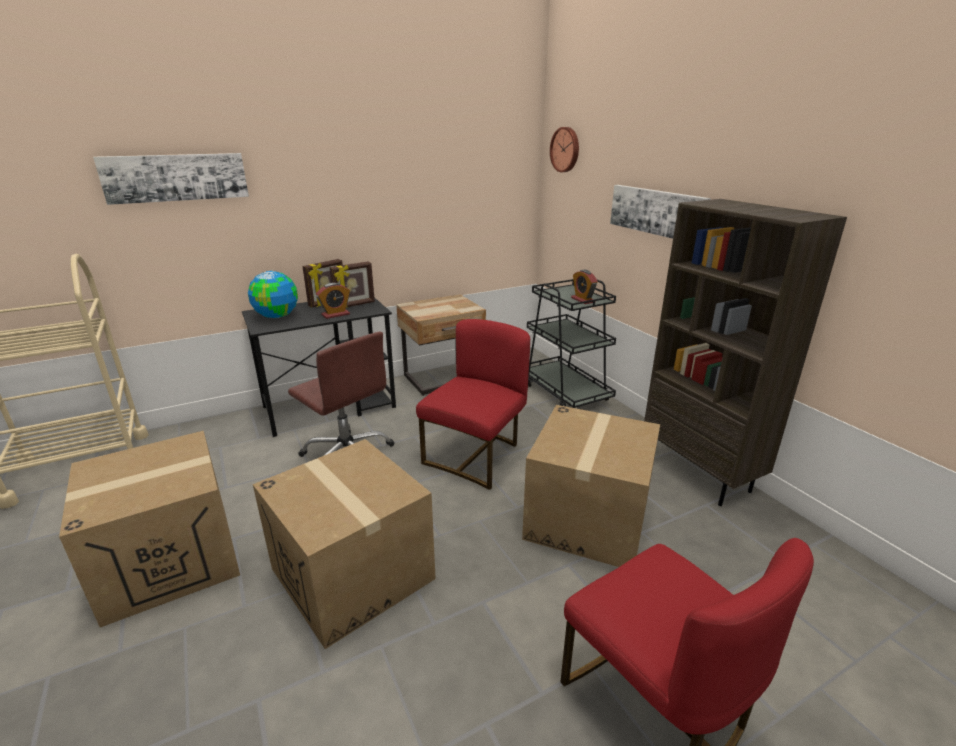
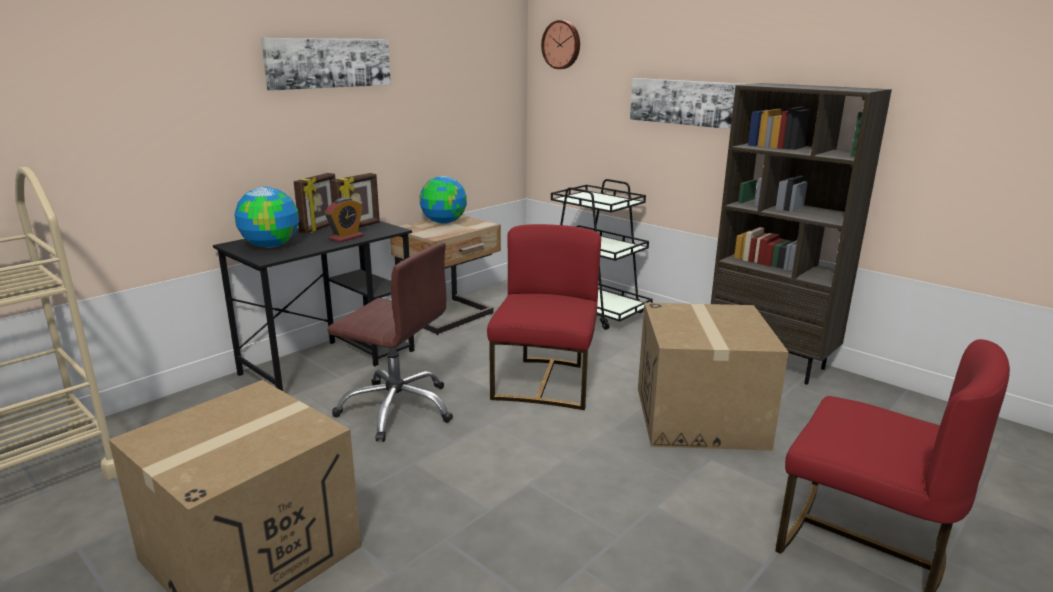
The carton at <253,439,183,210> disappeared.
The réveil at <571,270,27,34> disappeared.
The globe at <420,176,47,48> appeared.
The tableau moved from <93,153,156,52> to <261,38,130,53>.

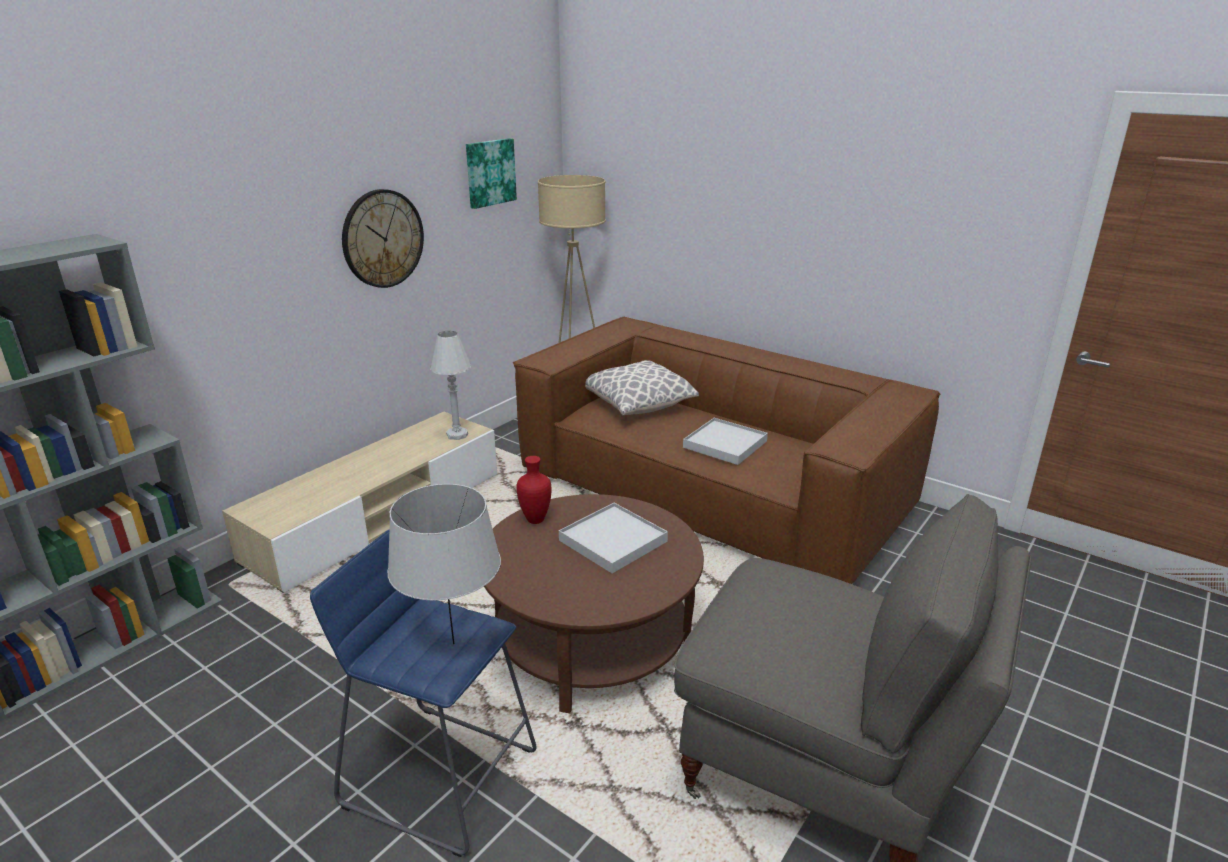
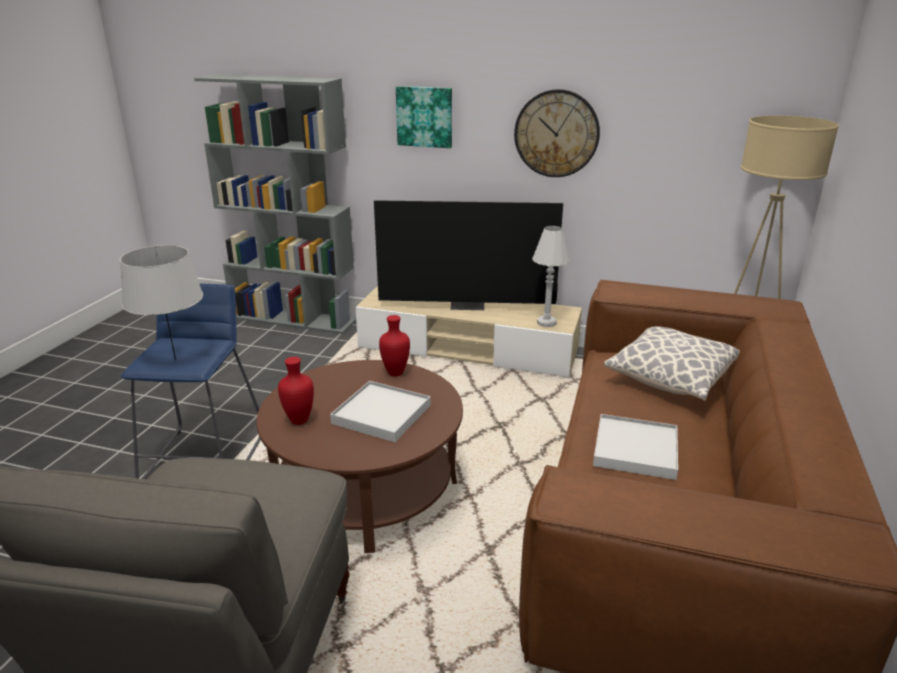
The vase (rouge) at <278,357,36,68> appeared.
The téléviseur at <374,200,189,110> appeared.
The tableau moved from <466,138,51,71> to <396,86,56,62>.

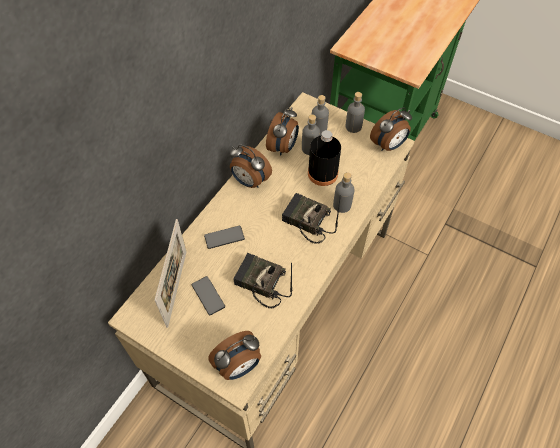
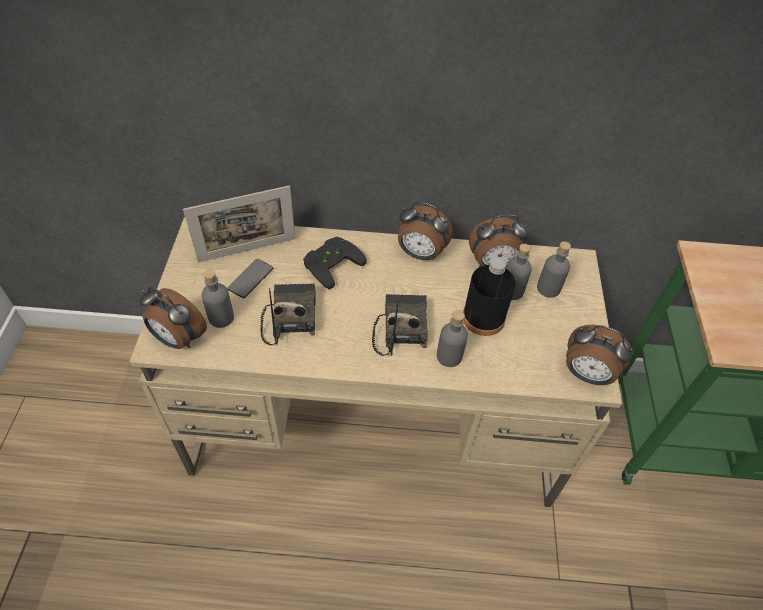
The bouteille (gris) moved from <346,92,19,41> to <201,270,33,58>.
The téléphone at <204,226,41,23> was replaced by the manette (noir) at <303,236,64,53>.
The réveil at <230,145,42,43> turned 75 degrees counterclockwise.

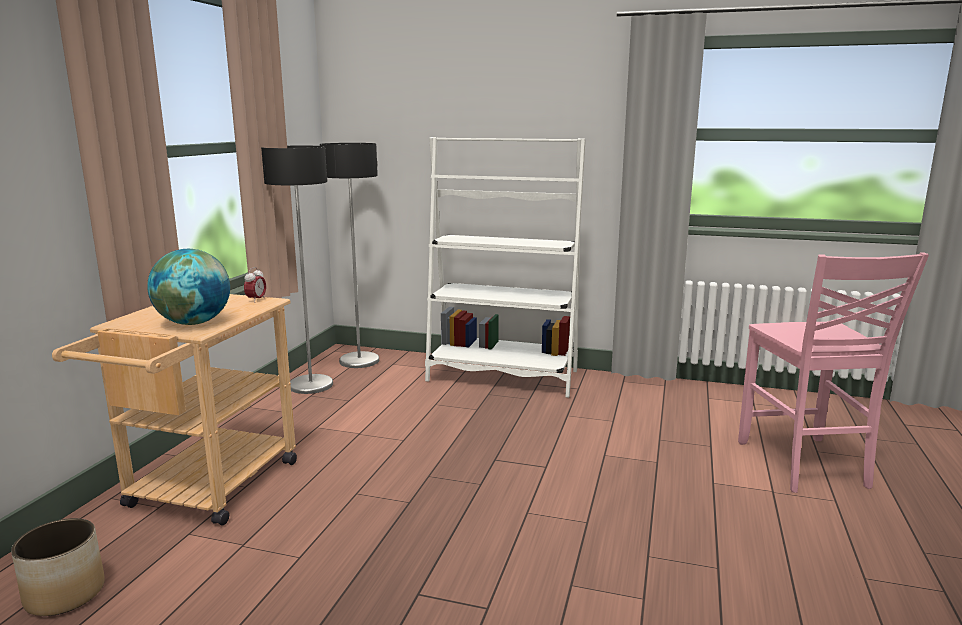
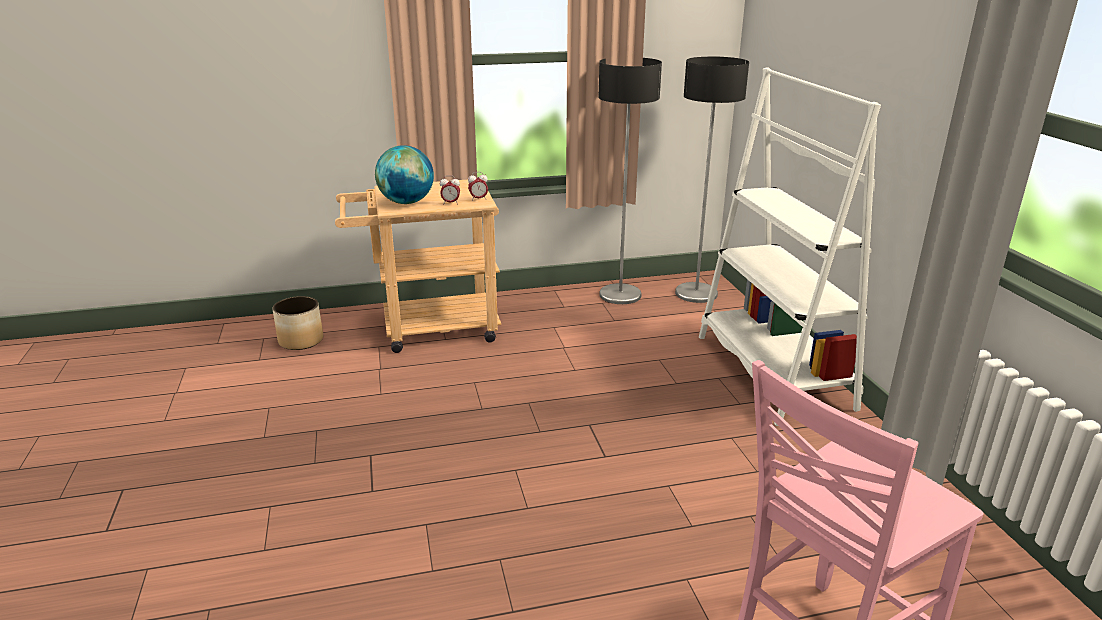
The réveil at <440,176,20,29> appeared.

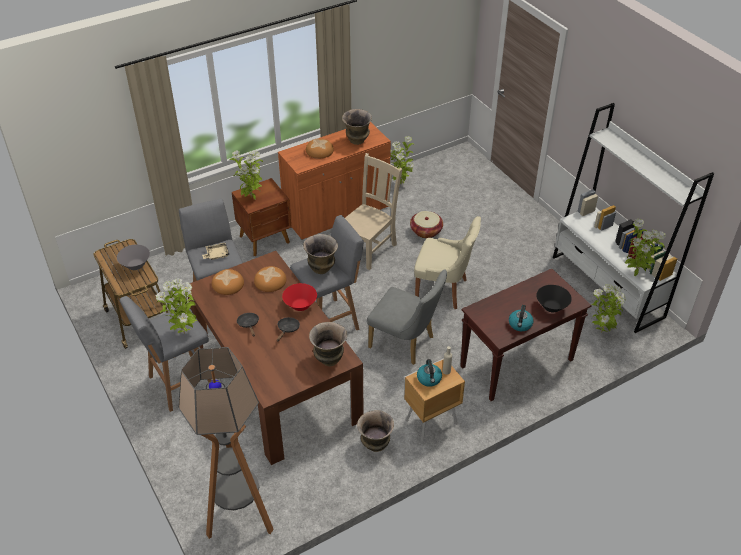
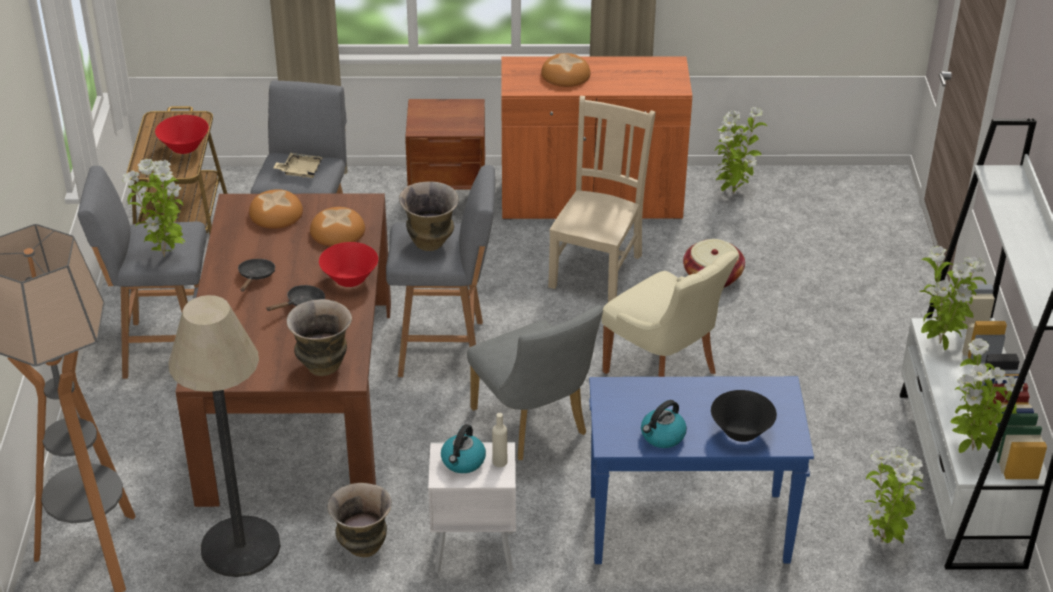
The vase at <342,109,30,36> disappeared.
The lampadaire at <168,295,112,282> appeared.
The plante en pot moved from <230,150,33,50> to <920,246,66,104>.
The bol (gris) at <117,244,33,26> became the bol (rouge) at <155,115,54,39>.
The table de chevet (marron) at <404,358,61,84> became the table de chevet (blanc) at <428,442,88,131>.
The table console (marron) at <460,268,132,133> became the table console (bleu) at <589,376,225,188>.
The chaise (beige) at <345,153,58,117> turned 45 degrees counterclockwise.

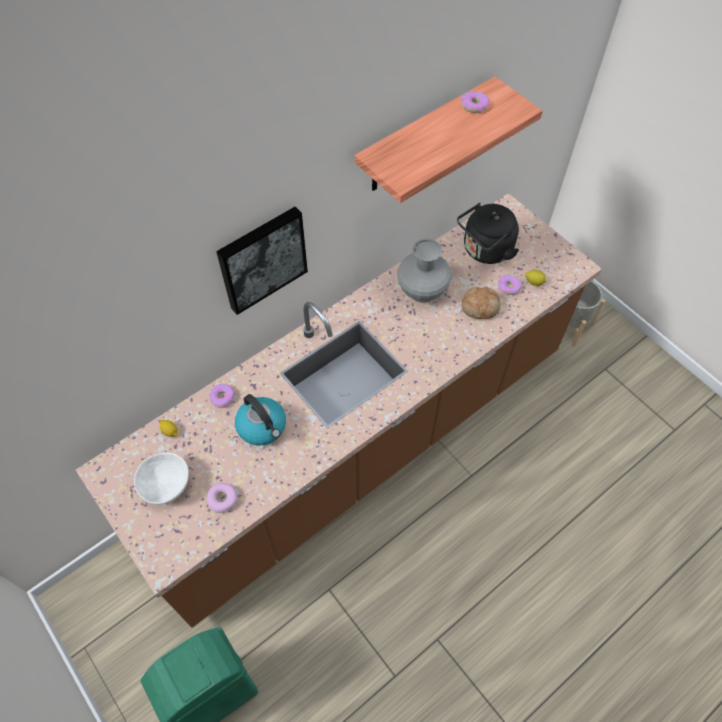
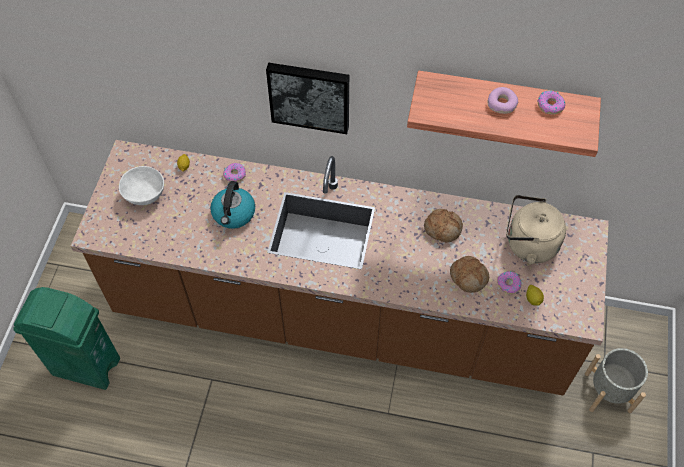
The beignet moved from <207,483,31,30> to <488,87,30,27>.
The vase (gris) at <397,238,55,65> was replaced by the pain at <424,209,39,33>.
The bouilloire (noir) at <457,203,62,61> became the bouilloire (beige) at <506,195,60,69>.

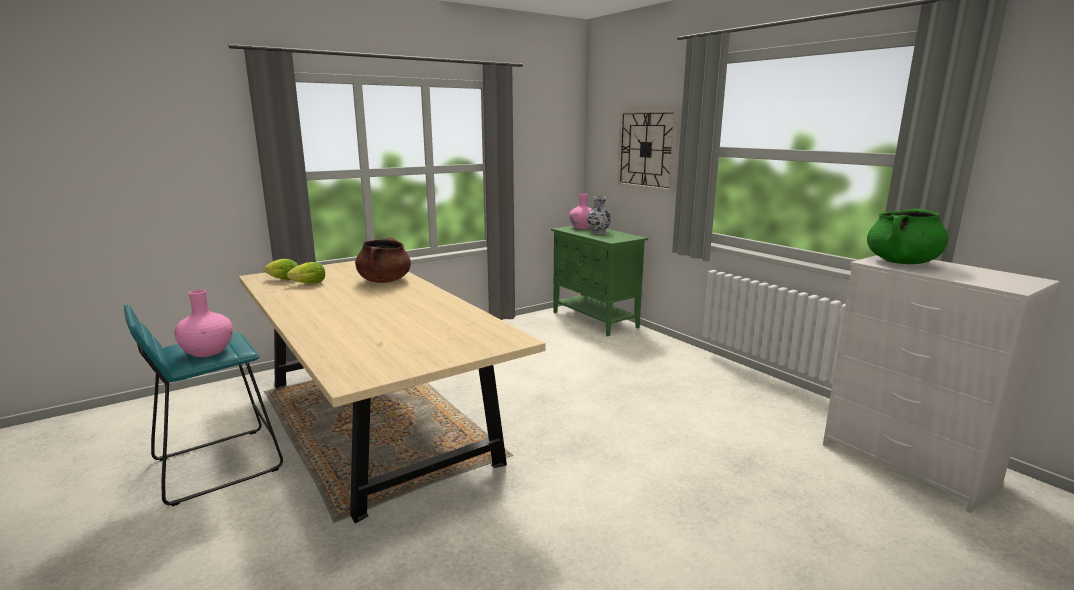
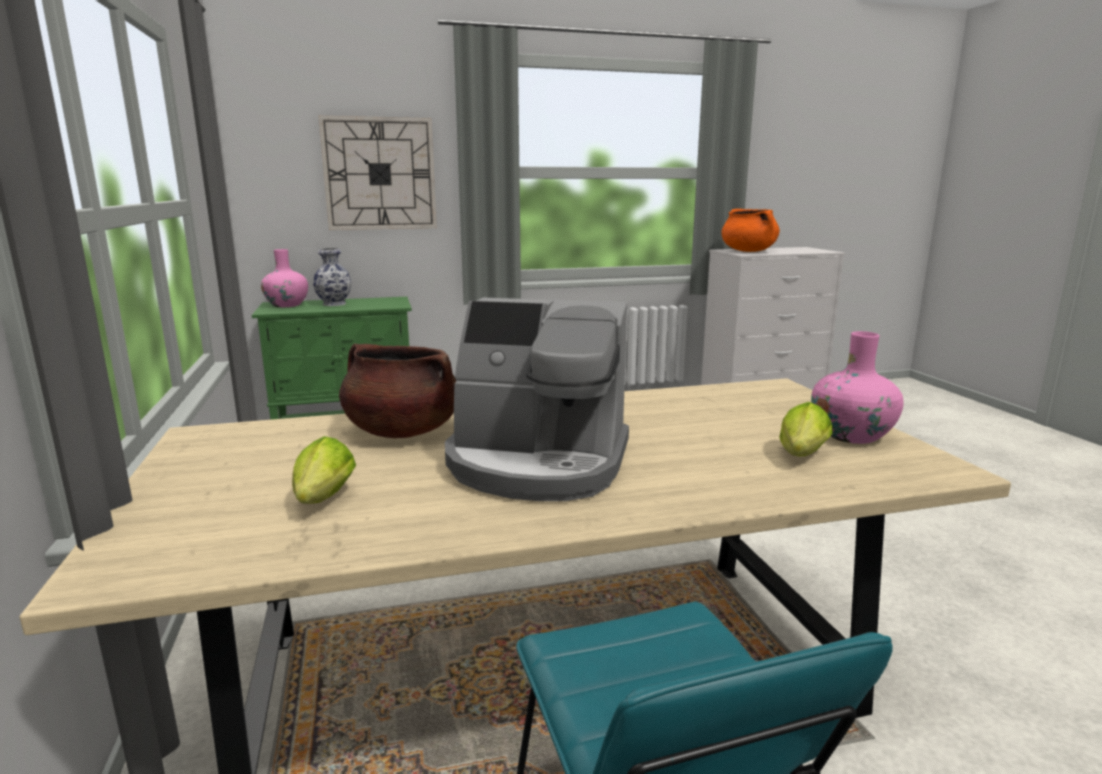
The machine à café at <445,297,184,204> appeared.
The vase (rose) moved from <174,290,59,67> to <811,331,92,113>.
The laitue moved from <264,259,34,21> to <779,402,54,54>.
The marmite (vert) at <867,209,82,55> became the marmite (orange) at <721,209,59,43>.

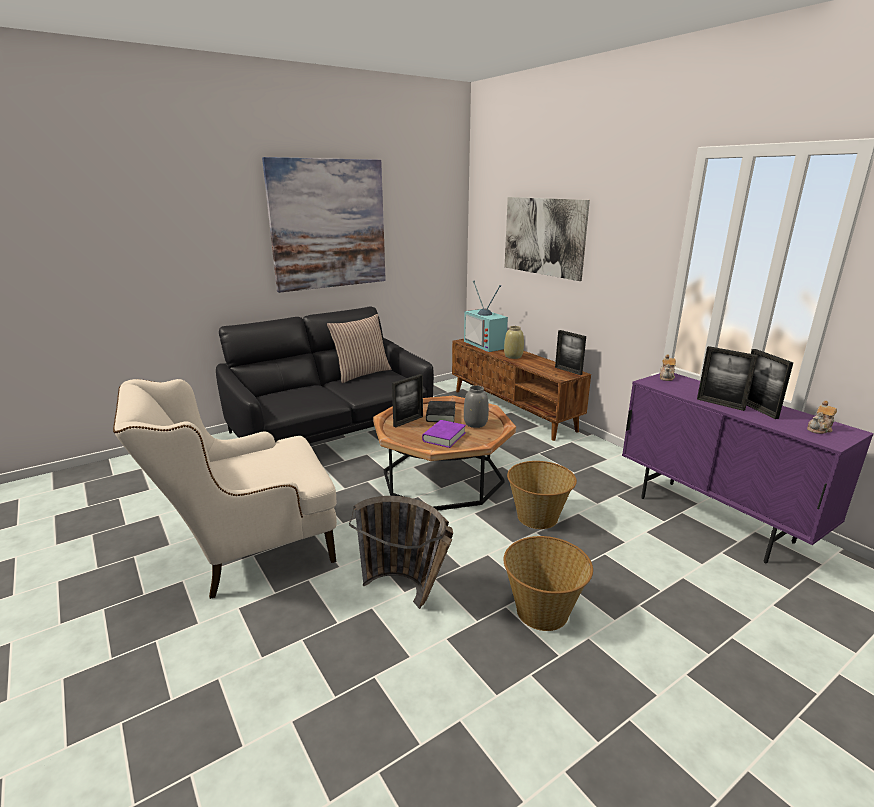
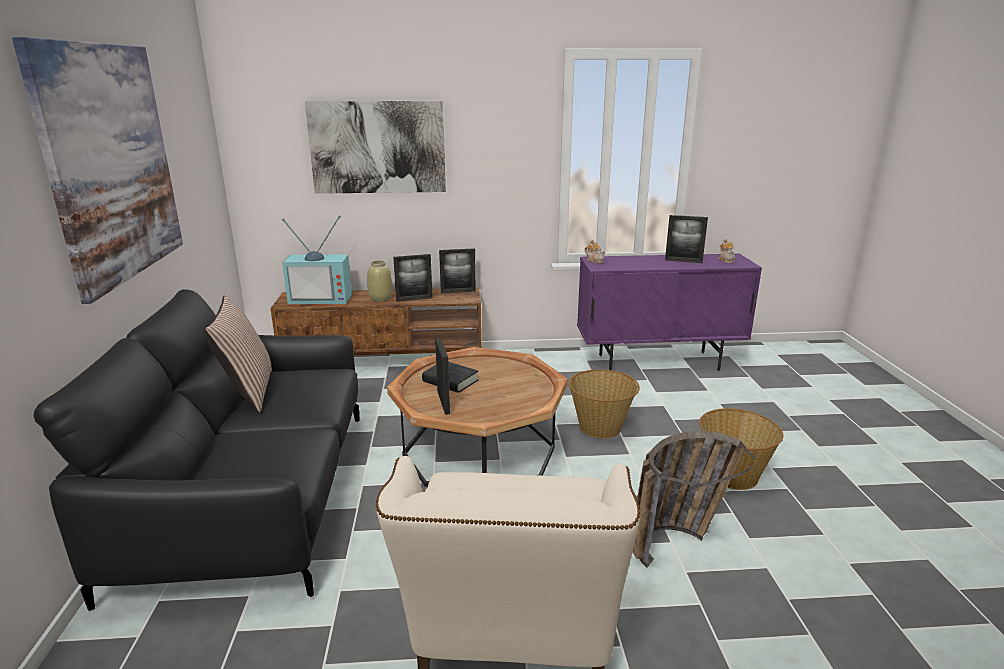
The livre (violet) at <422,420,44,28> disappeared.
The vase (gris) at <464,385,25,43> disappeared.
The cadre photo moved from <697,346,61,65> to <393,254,40,48>.

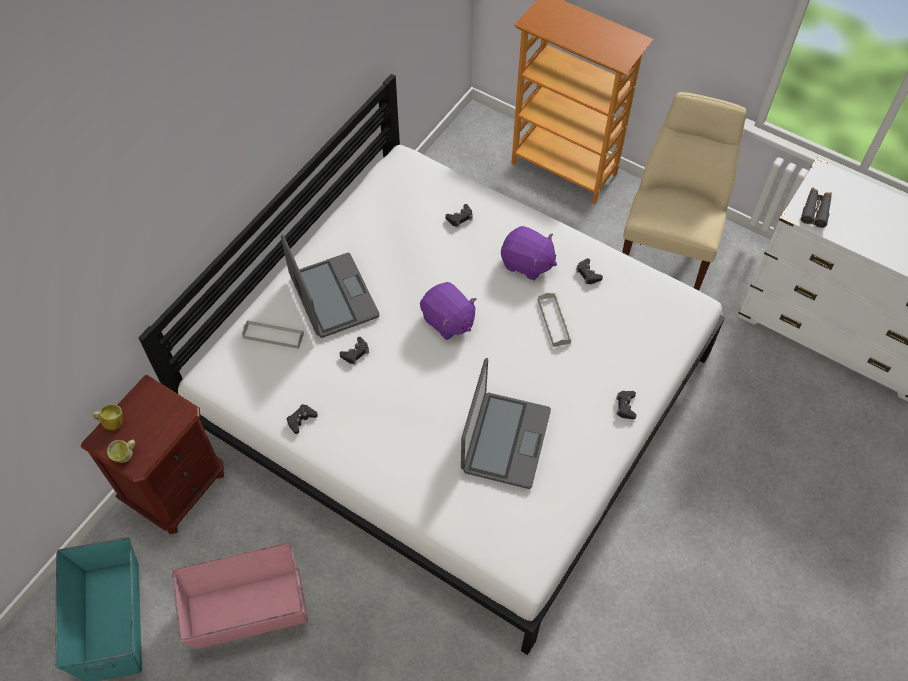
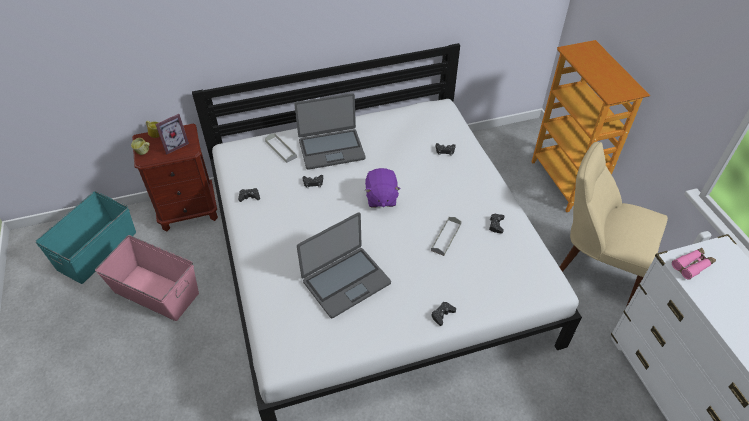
The peluche (violet) at <501,226,56,55> disappeared.
The cadre photo at <155,114,34,40> appeared.
The jumelles (gris) at <801,187,31,41> became the jumelles (rose) at <672,248,44,32>.
The ordinateur portable at <281,234,98,104> turned 60 degrees clockwise.
The chaise (beige) at <622,92,125,199> turned 120 degrees counterclockwise.

